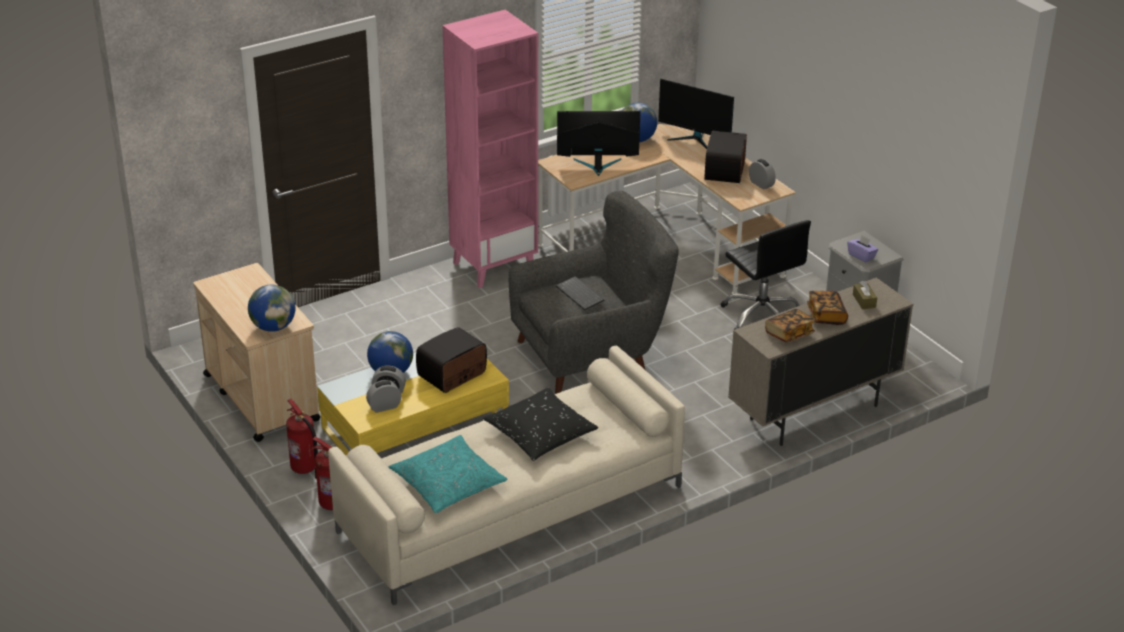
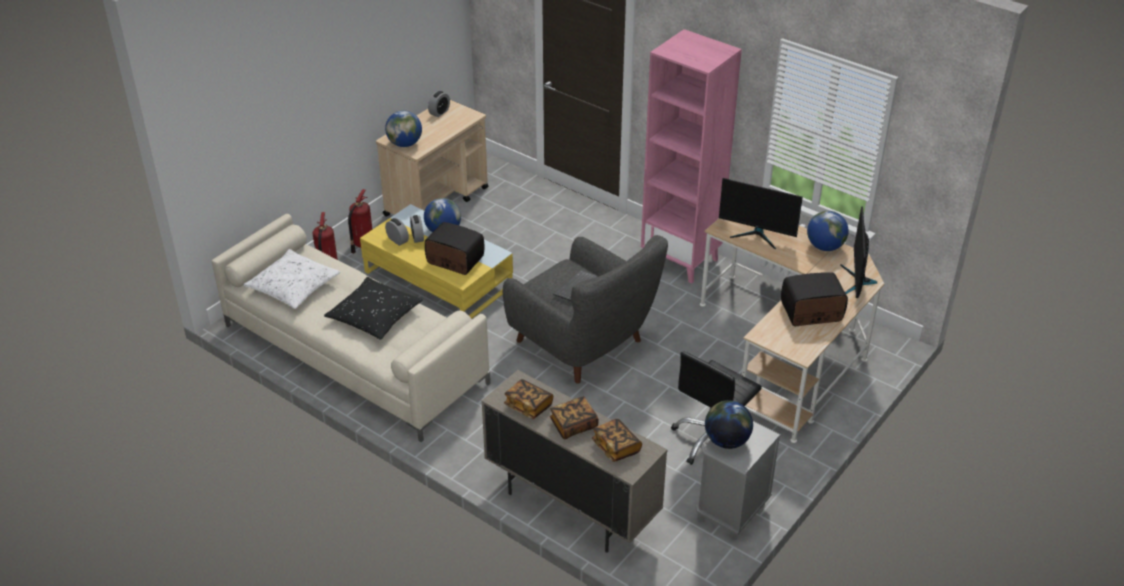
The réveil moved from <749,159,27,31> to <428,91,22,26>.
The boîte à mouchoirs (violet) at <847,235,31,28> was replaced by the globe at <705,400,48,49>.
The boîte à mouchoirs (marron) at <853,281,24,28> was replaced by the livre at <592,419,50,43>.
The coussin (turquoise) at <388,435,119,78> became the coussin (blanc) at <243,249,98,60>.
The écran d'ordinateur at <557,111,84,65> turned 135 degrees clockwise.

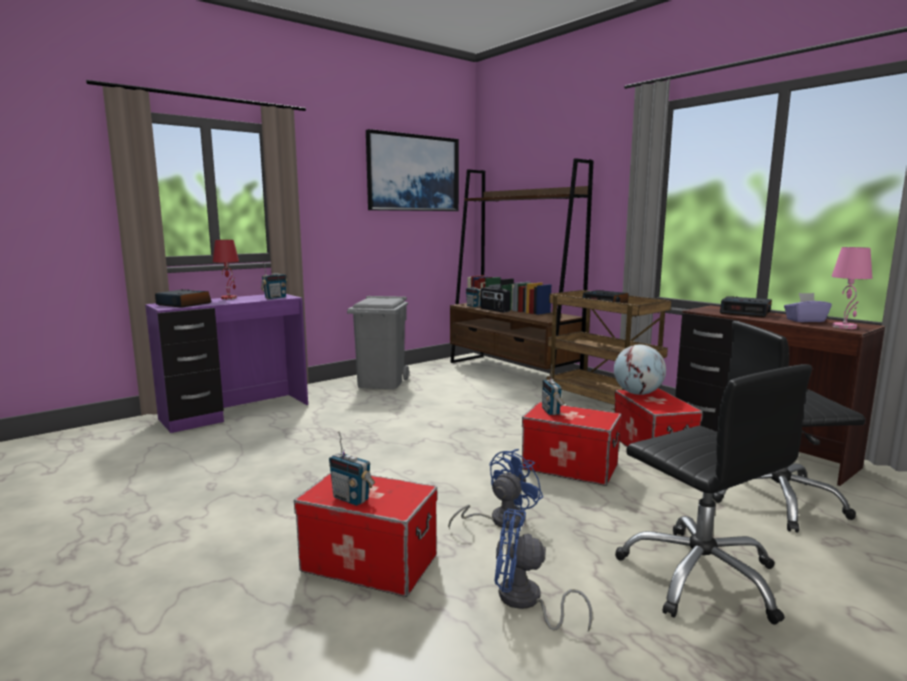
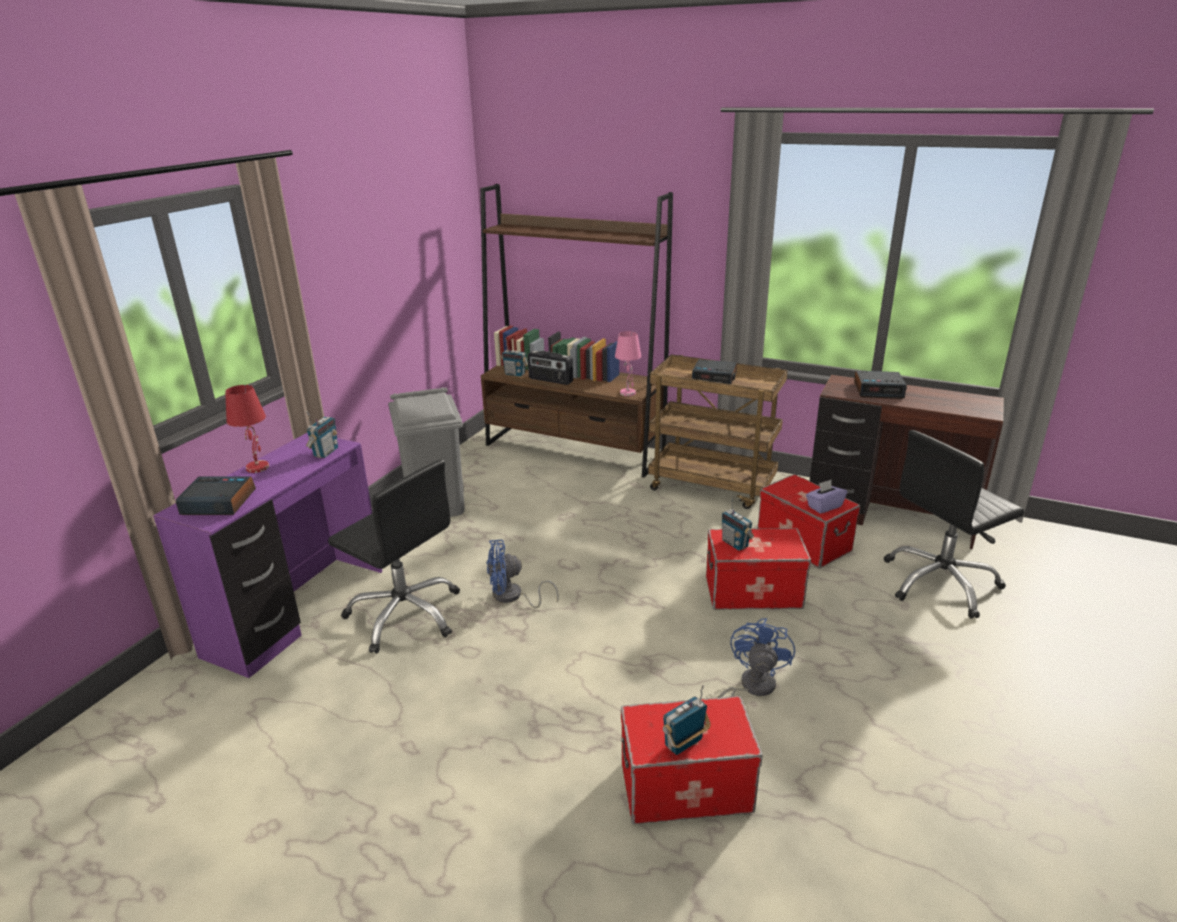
The tableau at <366,129,93,82> disappeared.
The globe at <614,345,52,50> disappeared.
The ventilateur (bleu) moved from <495,508,98,124> to <487,540,72,68>.
The chaise de bureau (noir) moved from <615,364,197,260> to <328,460,132,194>.
The boîte à mouchoirs (violet) moved from <784,293,48,29> to <806,480,41,34>.
The lampe de table (rose) moved from <831,247,41,82> to <615,331,26,65>.
The radio at <329,431,46,75> turned 135 degrees clockwise.

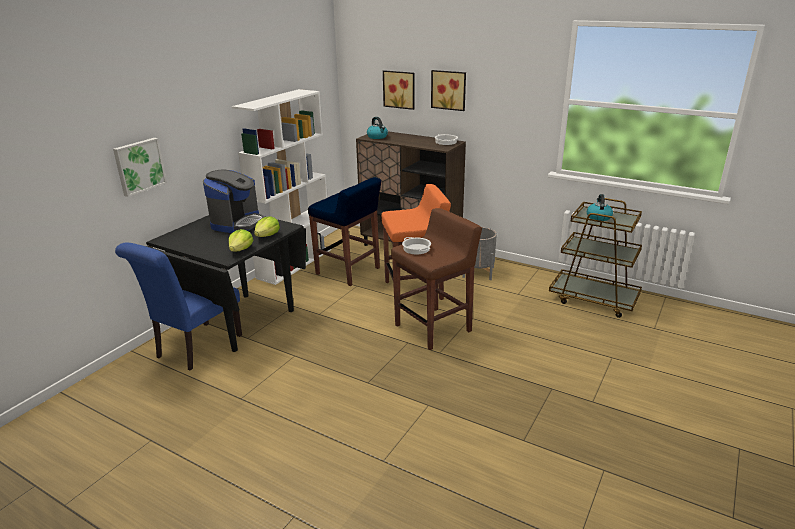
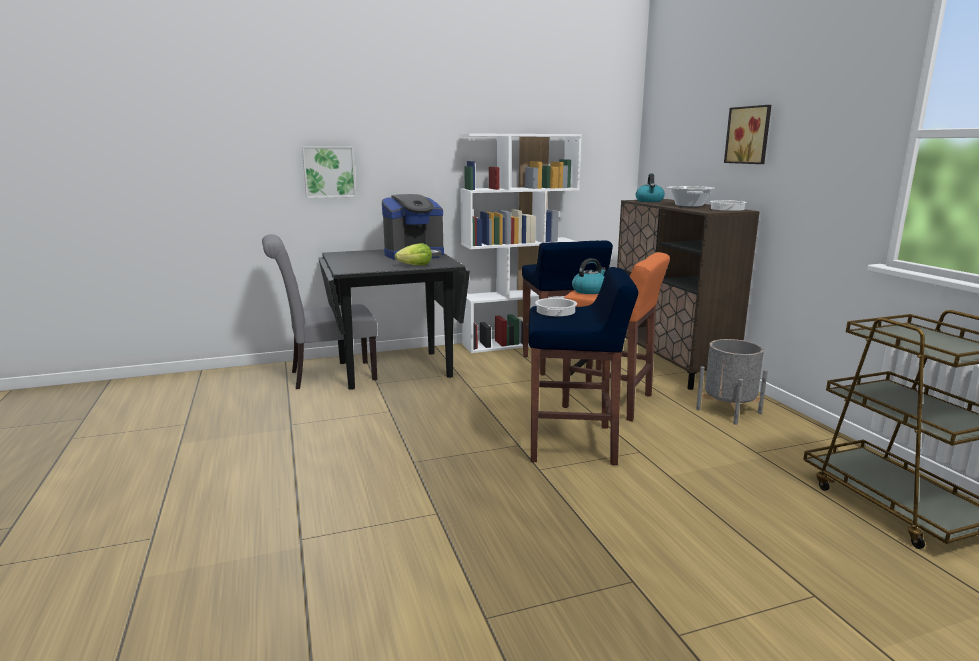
The laitue at <229,229,24,23> disappeared.
The tableau at <383,70,32,40> disappeared.
The marmite at <667,186,48,21> appeared.
The bouilloire moved from <587,194,26,27> to <572,258,34,36>.
The chaise (bleu) at <115,243,127,127> became the chaise (gris) at <262,234,115,155>.
The tabouret (marron) at <391,208,91,142> became the tabouret (bleu) at <528,267,110,198>.

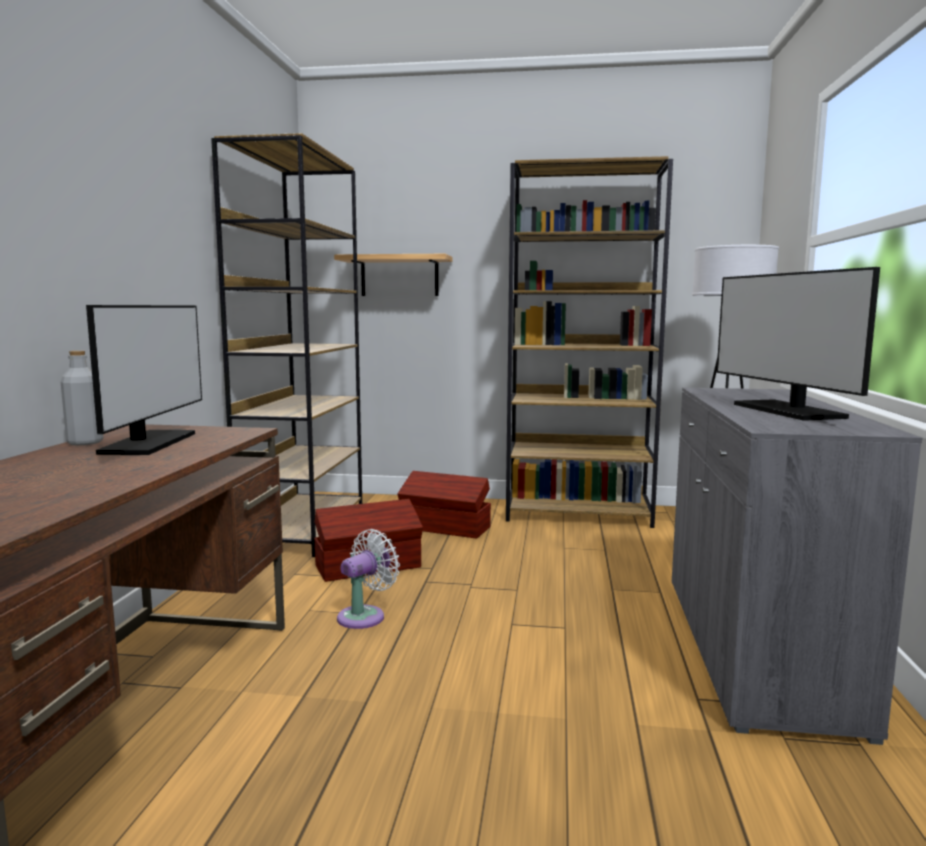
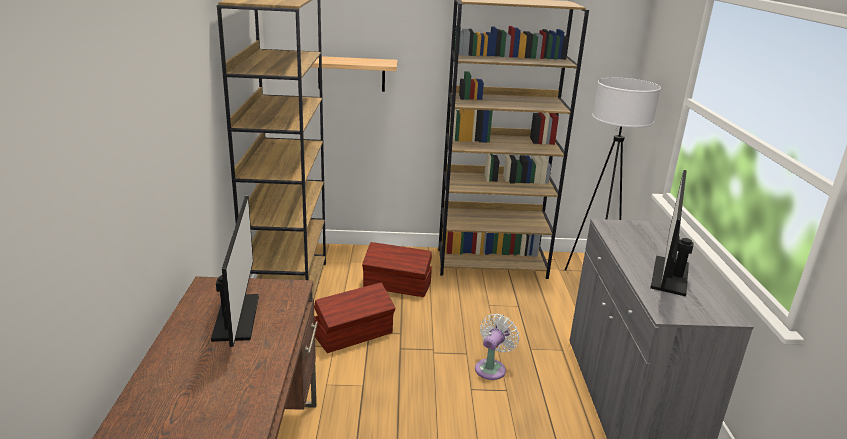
The bouteille (gris) at <61,351,42,94> disappeared.
The ventilateur (blanc) moved from <337,529,63,100> to <475,314,45,66>.
The écran d'ordinateur at <717,267,163,154> turned 45 degrees clockwise.

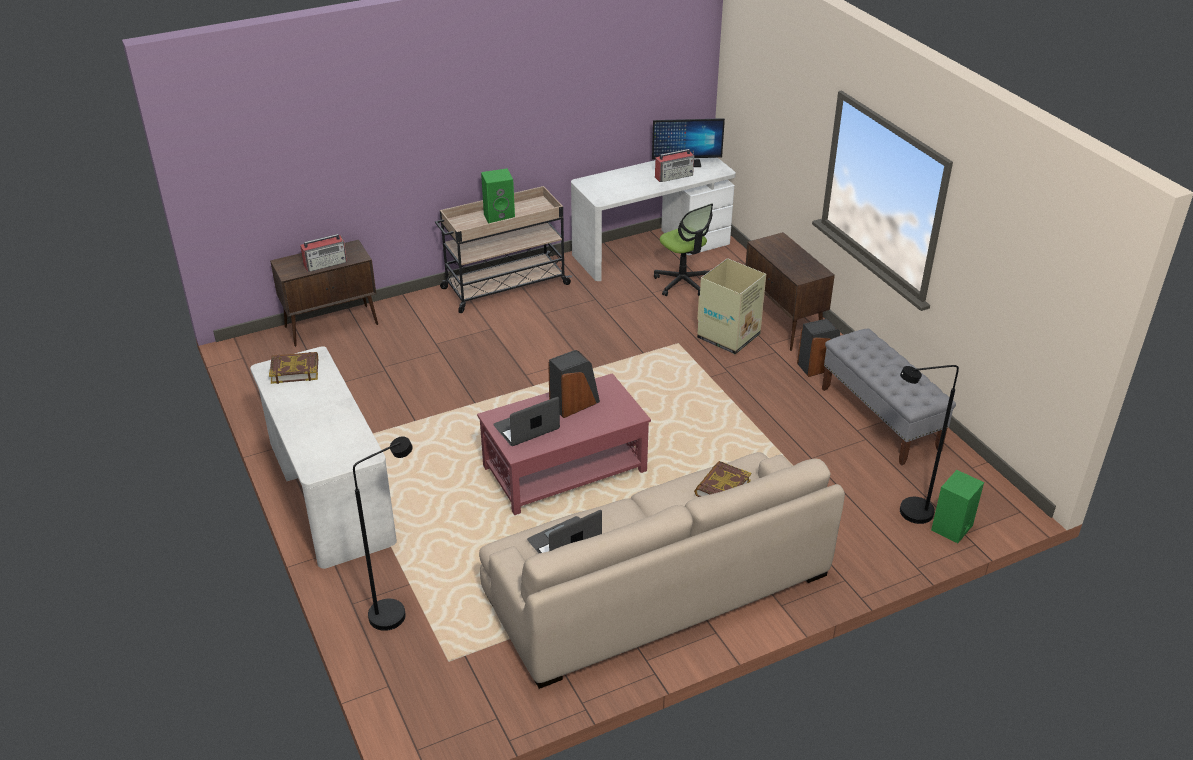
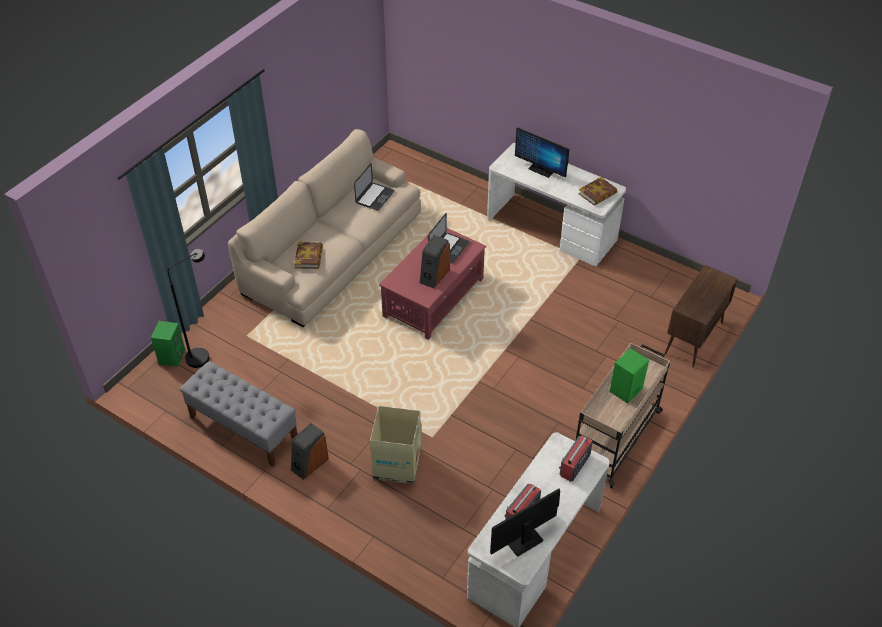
The lampadaire (noir) at <353,436,60,195> disappeared.
The chaise de bureau at <654,204,59,92> disappeared.
The meuble de rangement (marron) at <745,232,90,119> disappeared.
The écran d'ordinateur at <515,127,54,51> appeared.
The radio moved from <300,234,47,38> to <559,435,34,47>.

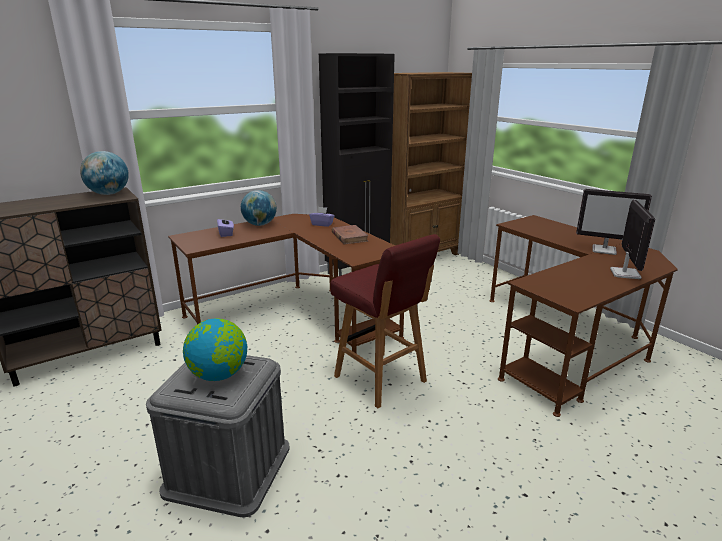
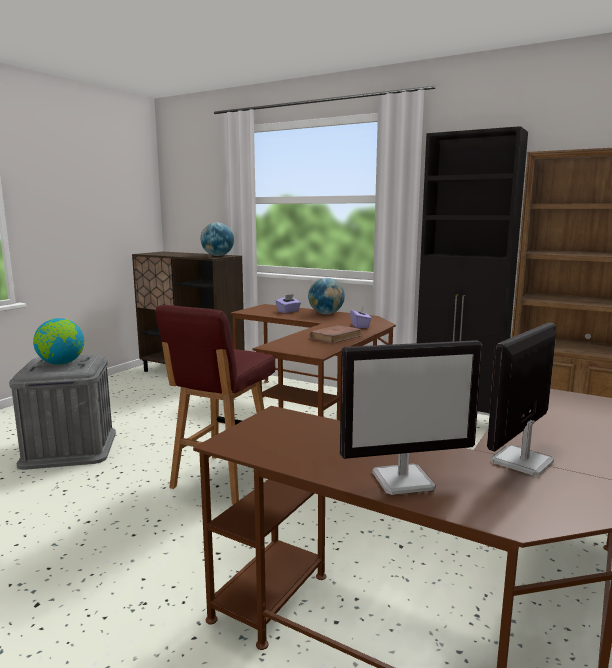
The écran d'ordinateur at <576,189,76,66> turned 45 degrees clockwise.

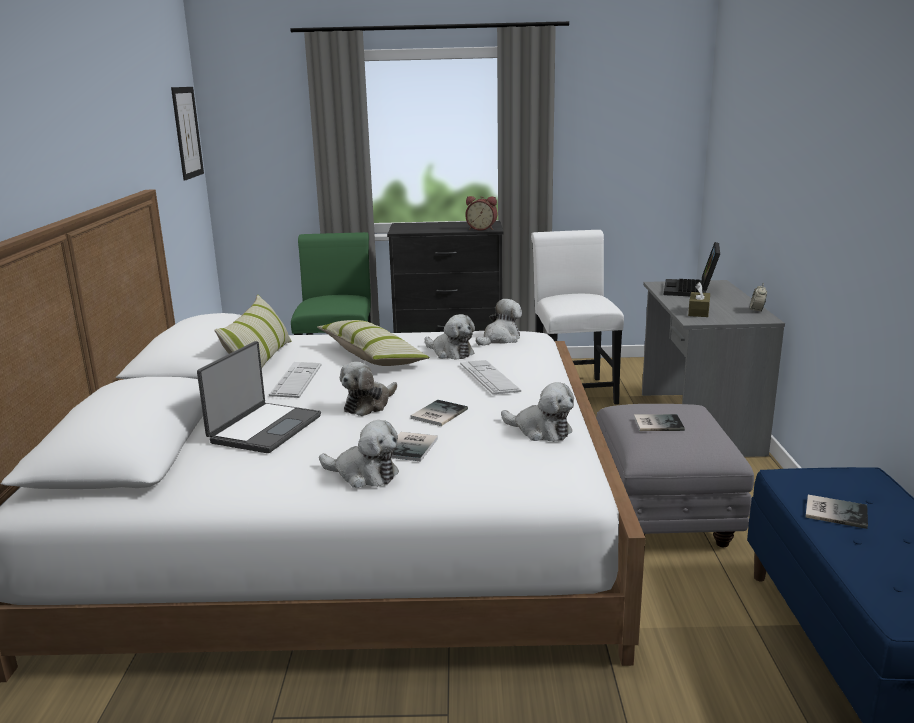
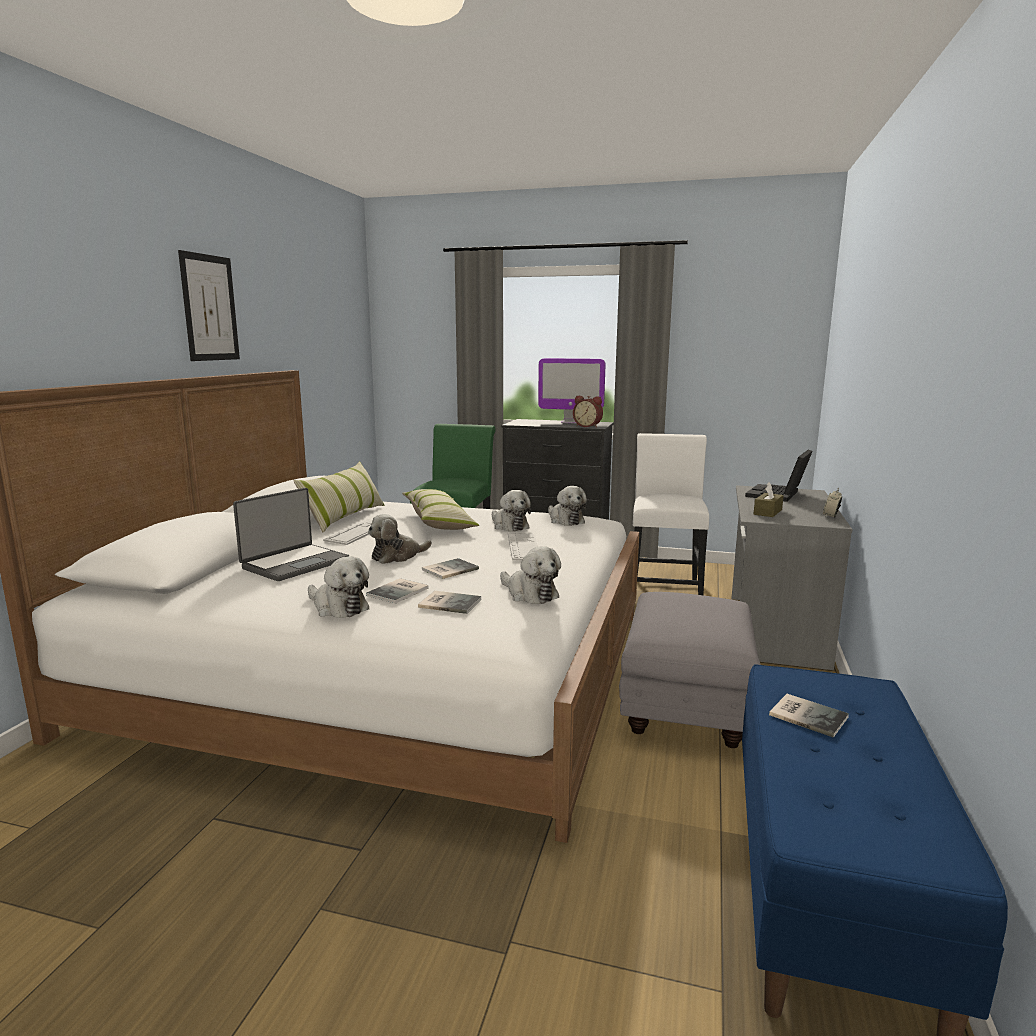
The écran d'ordinateur at <538,358,67,66> appeared.
The tableau moved from <171,87,33,94> to <178,250,62,111>.
The livre moved from <634,414,51,17> to <418,591,63,23>.
The peluche at <476,299,46,47> turned 90 degrees clockwise.

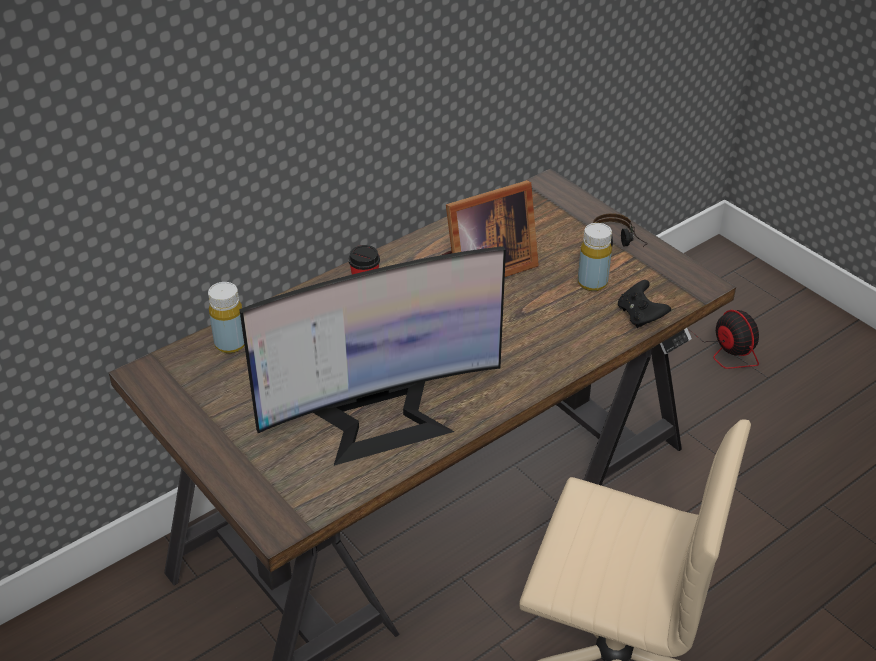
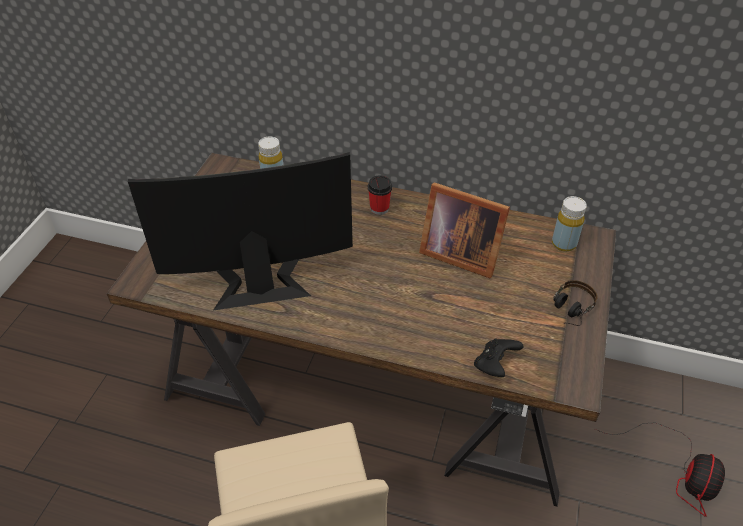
The bouteille (jaune) moved from <578,223,34,68> to <552,196,35,56>.
The écran d'ordinateur at <239,246,267,220> turned 135 degrees clockwise.

